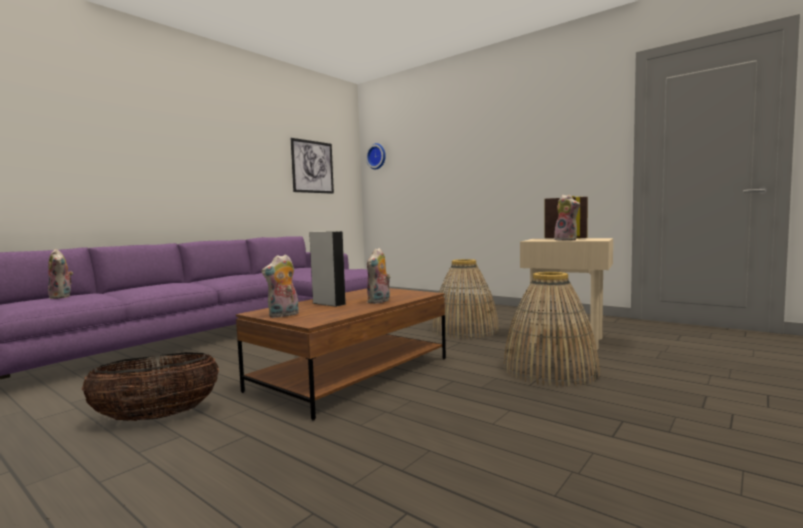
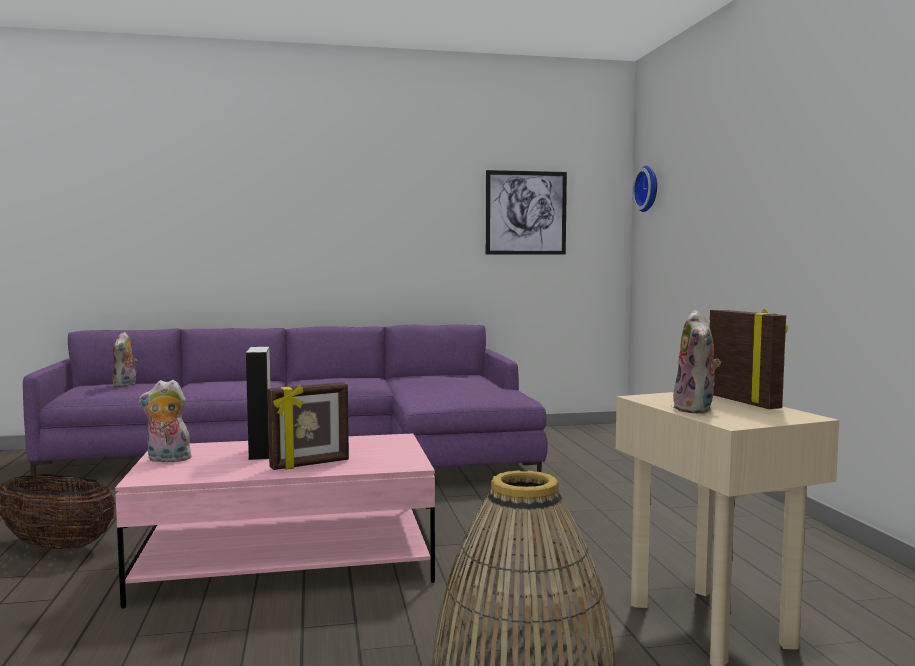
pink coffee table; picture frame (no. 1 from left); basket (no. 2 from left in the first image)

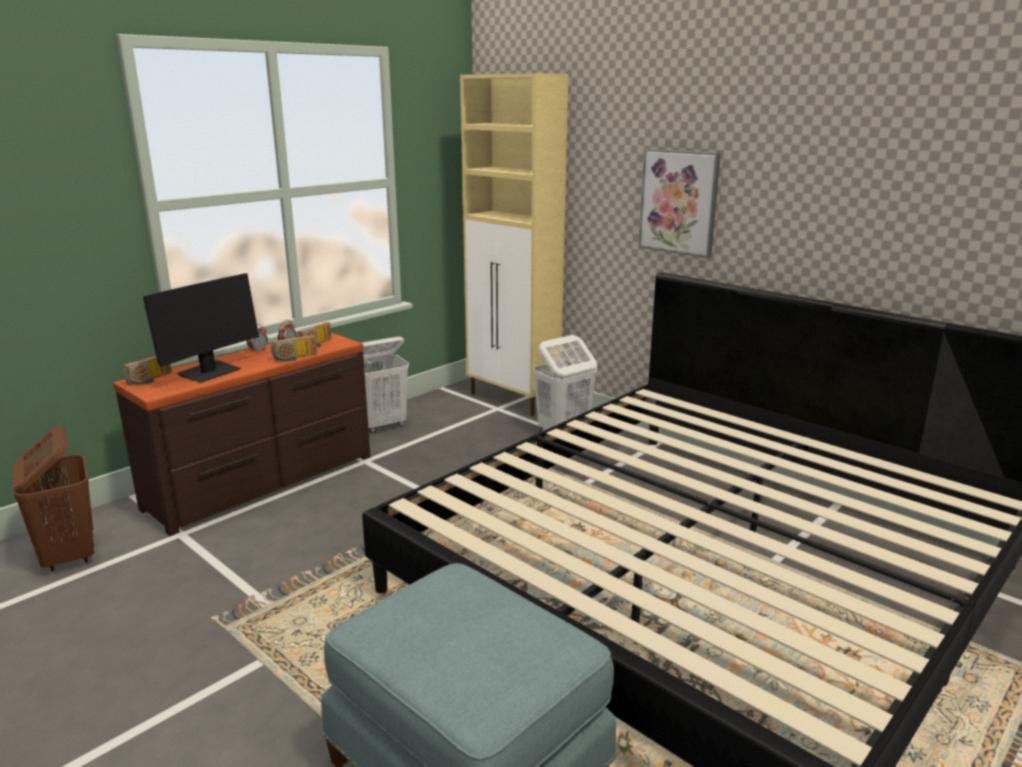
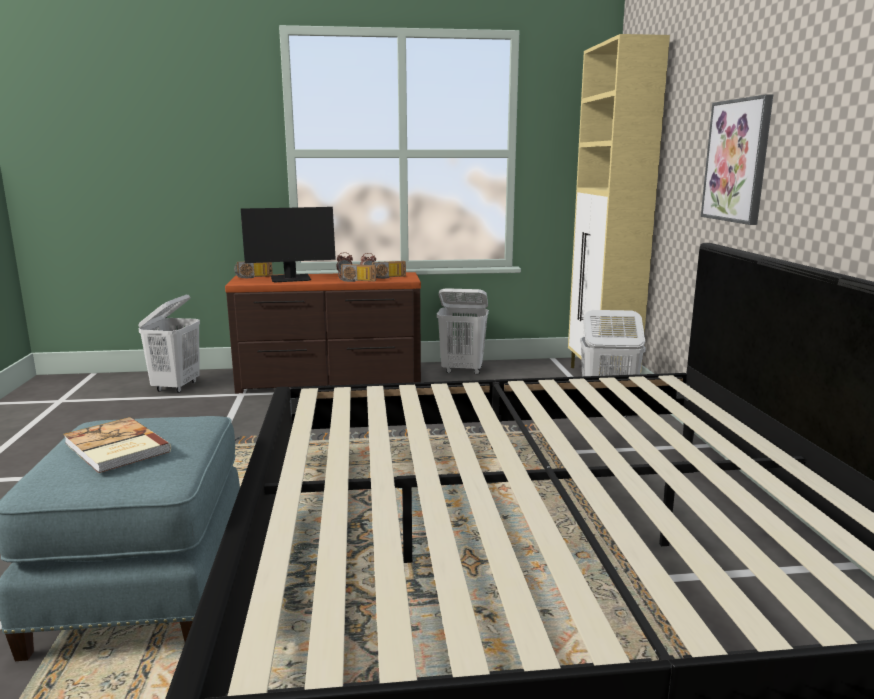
white laundry basket (no. 1 from left); book

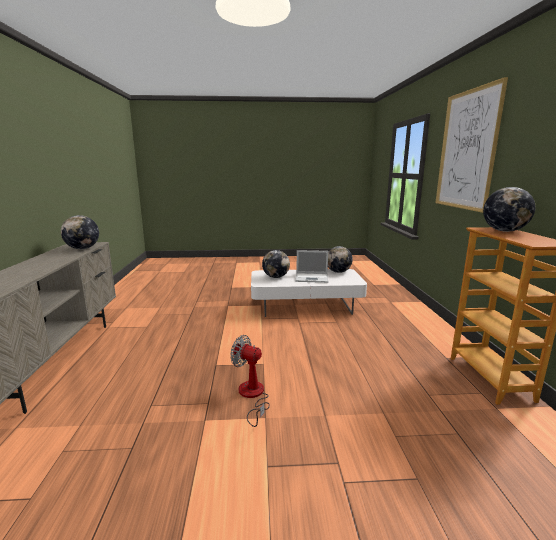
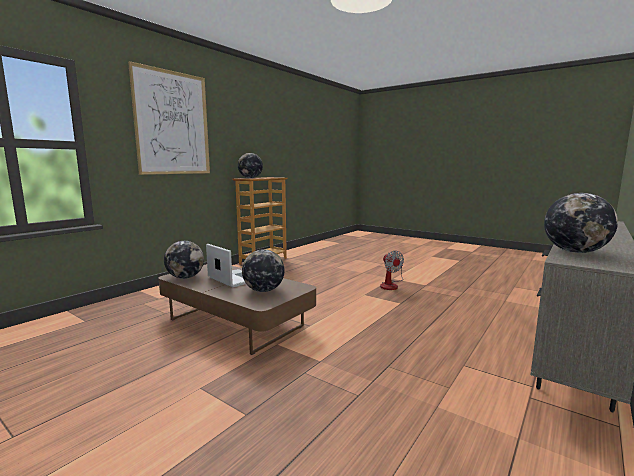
brown coffee table

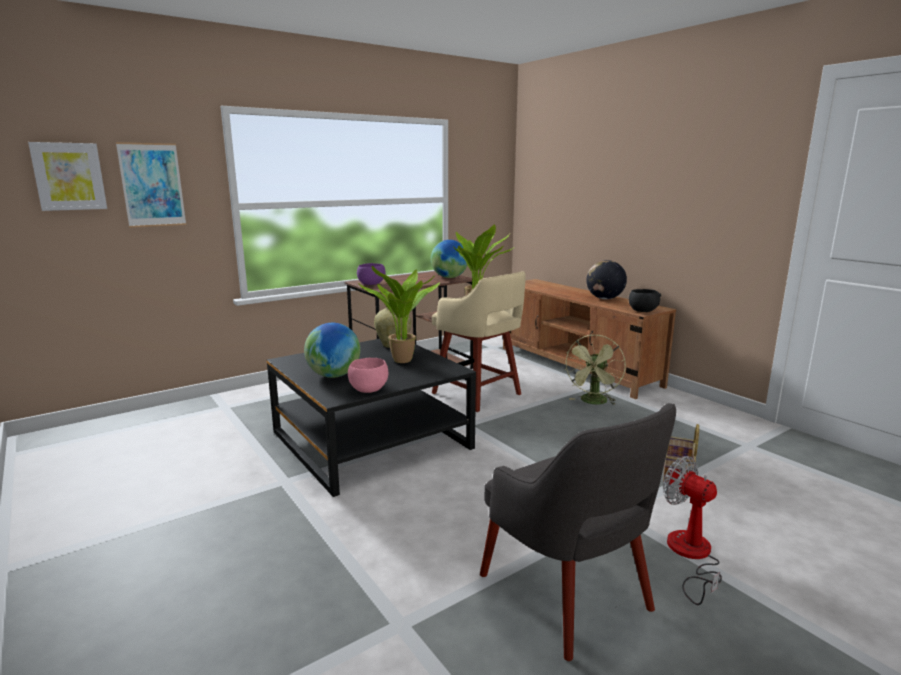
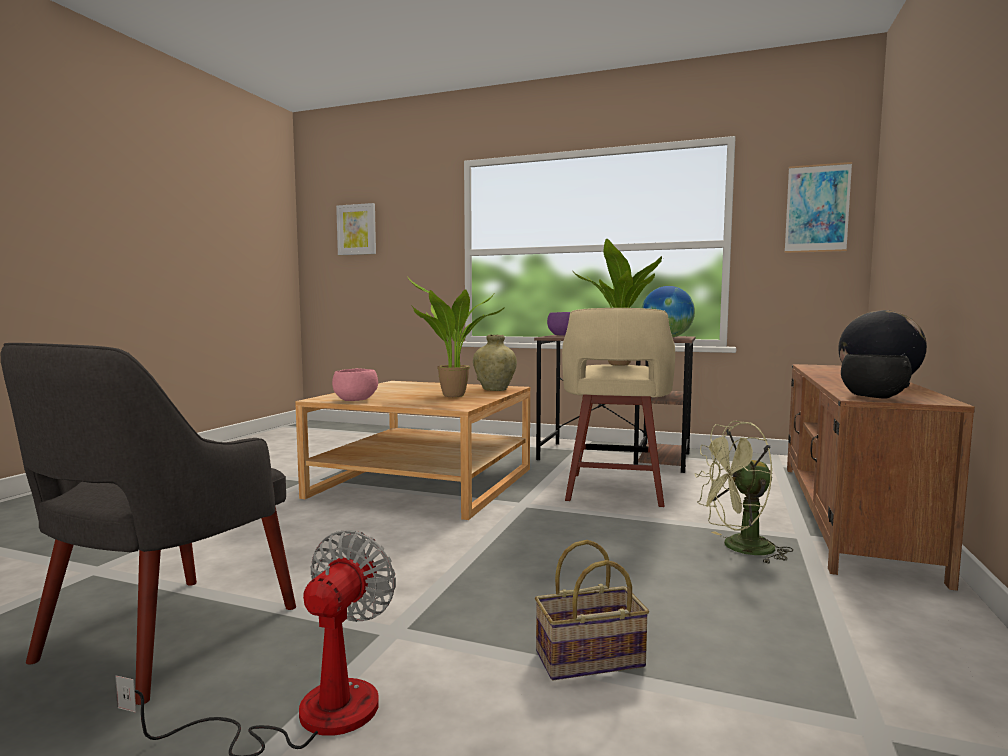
picture (no. 2 from left); beige coffee table; globe (no. 1 from left in the first image)

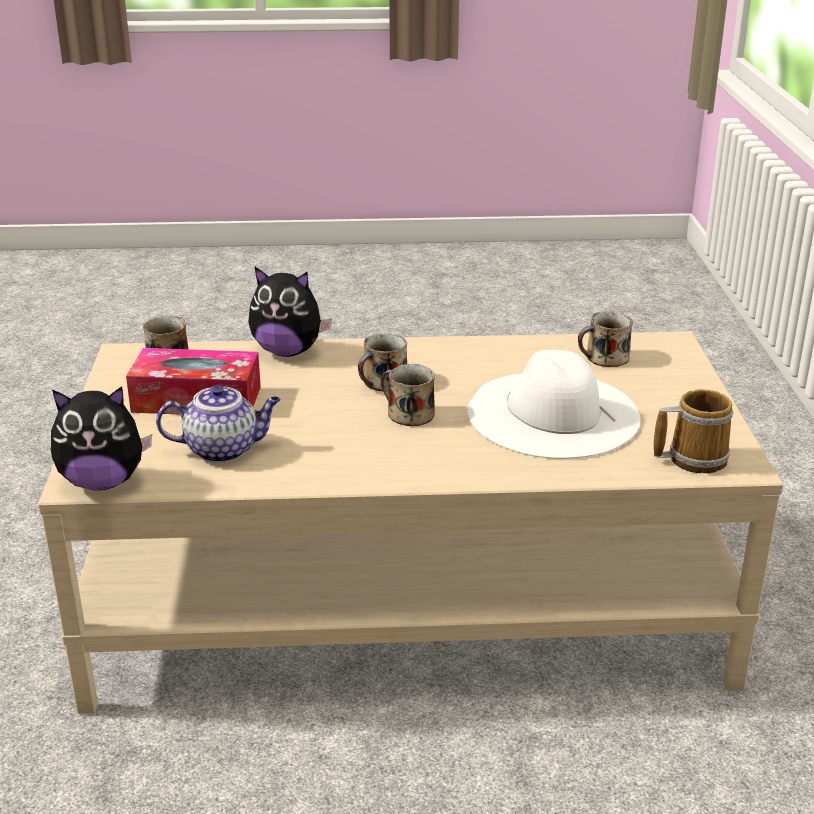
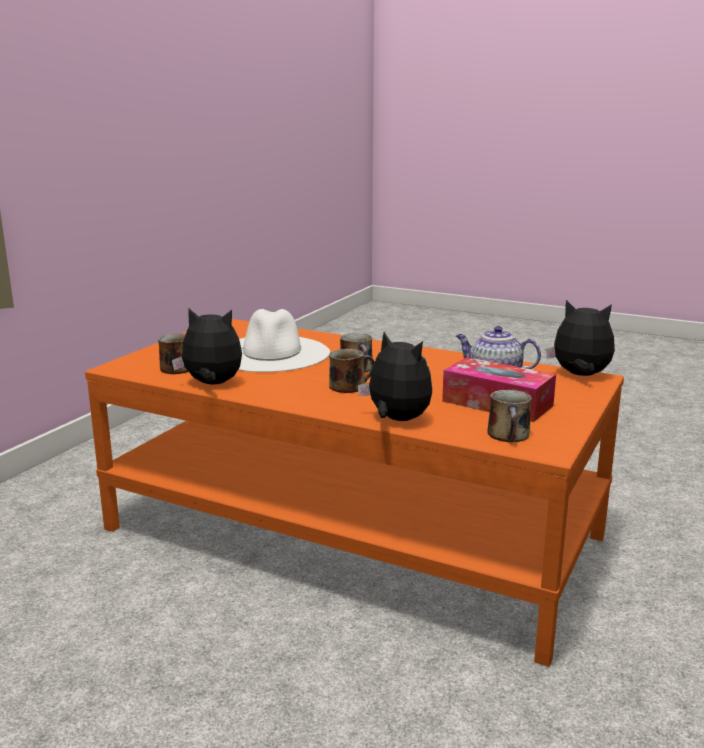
orange coffee table; mug (no. 5 from left in the first image); plush toy (no. 1 from left)

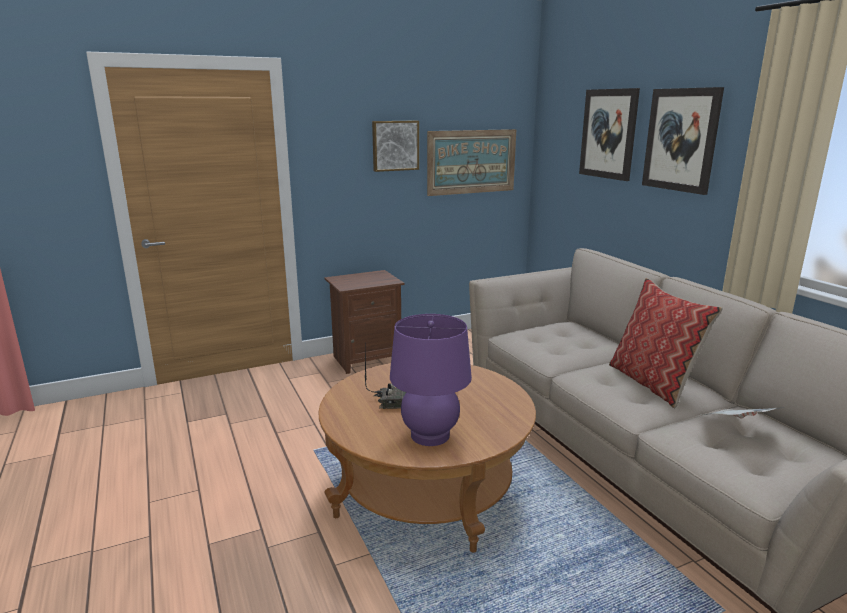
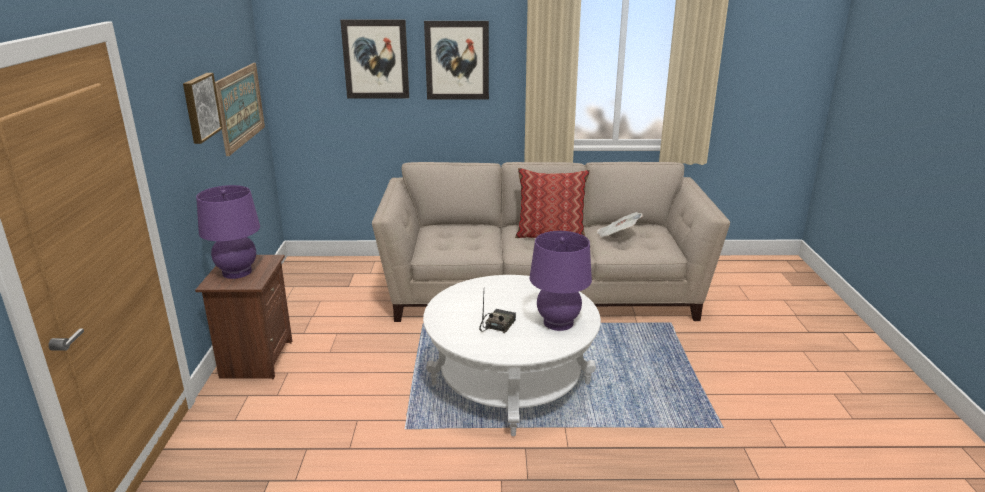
white coffee table; purple table lamp (no. 1 from left)

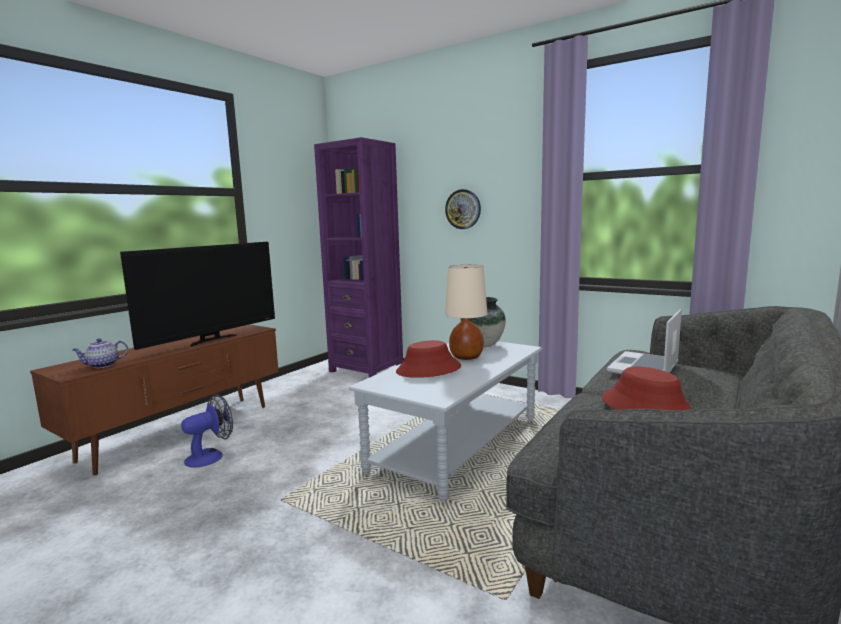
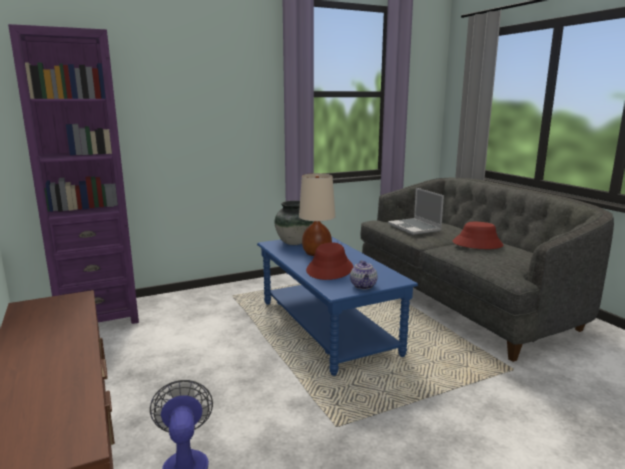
teapot; television; blue coffee table; wall clock

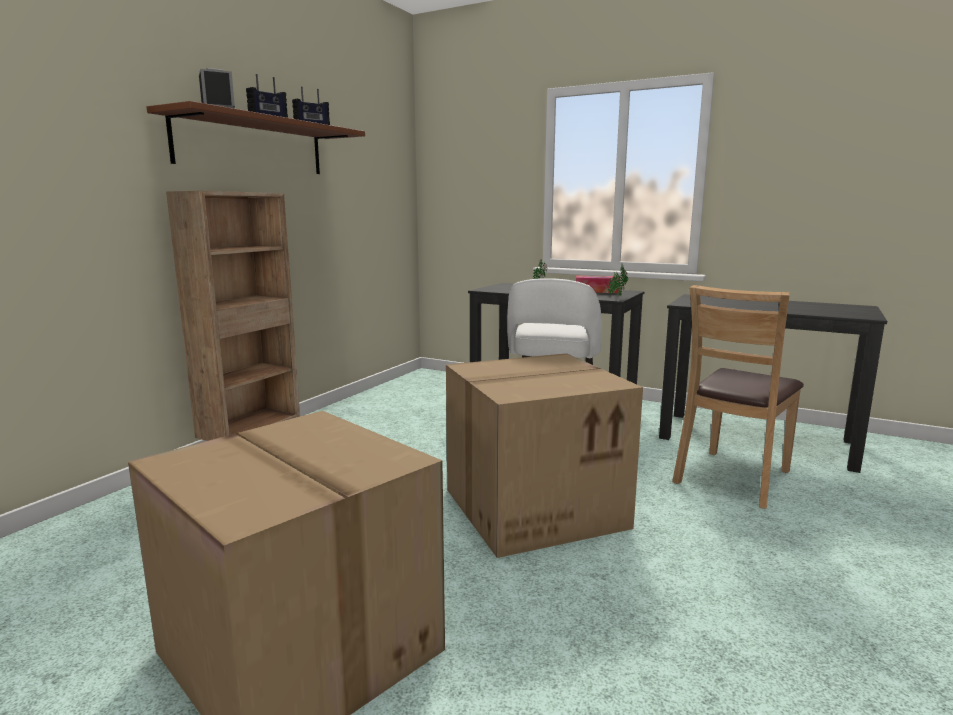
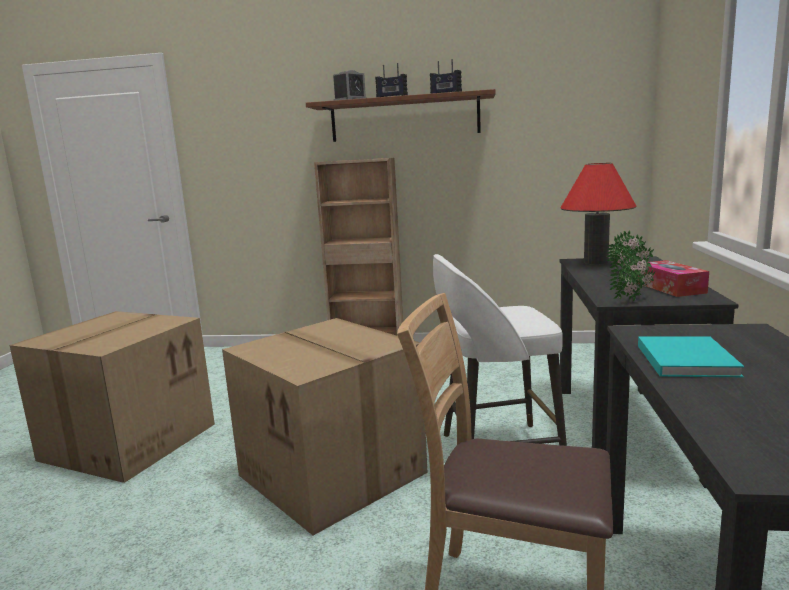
red table lamp; turquoise book

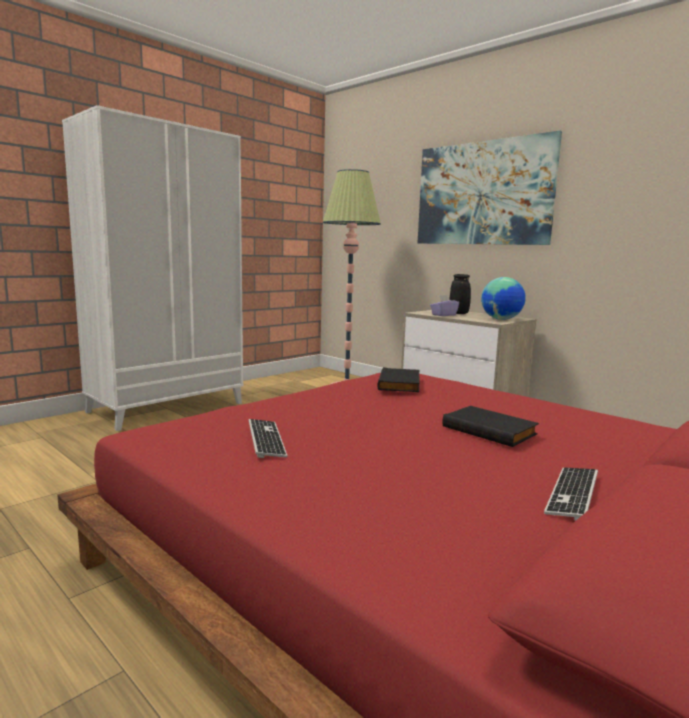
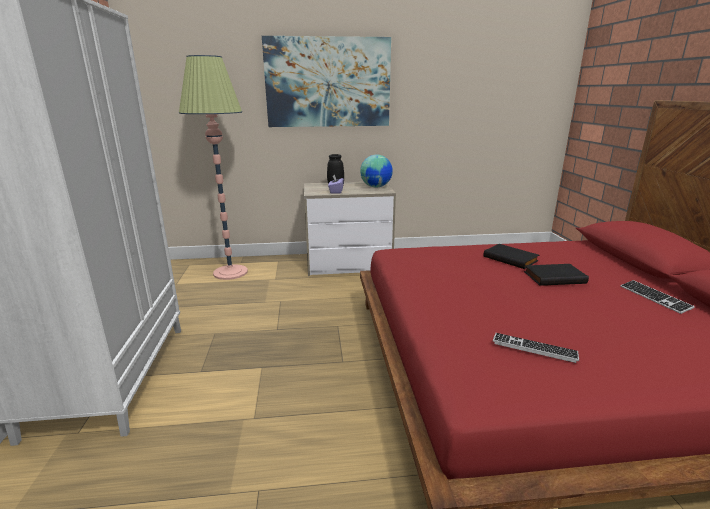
black book (no. 1 from left)

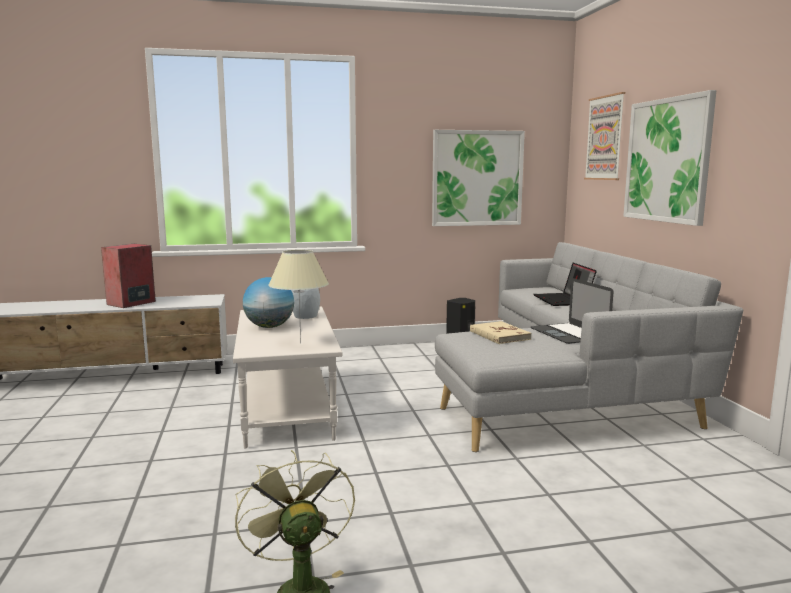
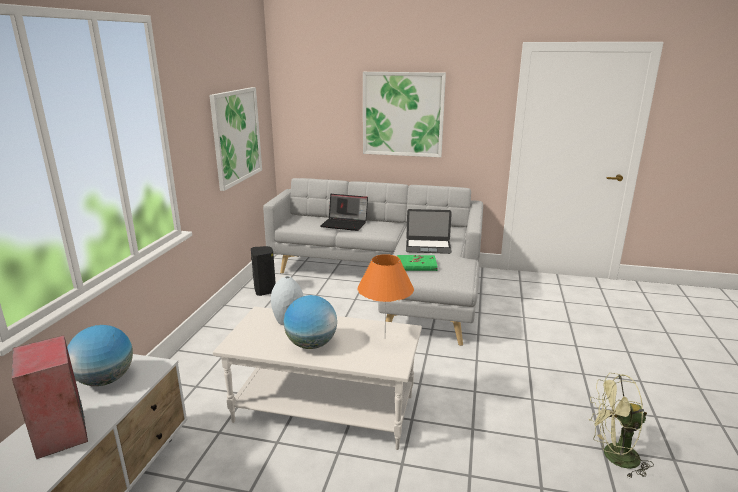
orange table lamp; green book; picture (no. 2 from left in the first image); globe (no. 1 from left)

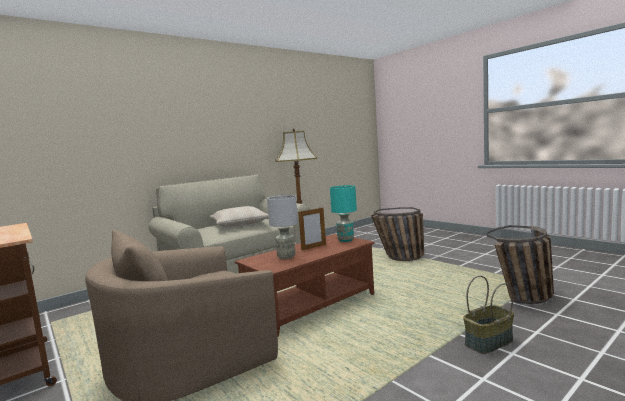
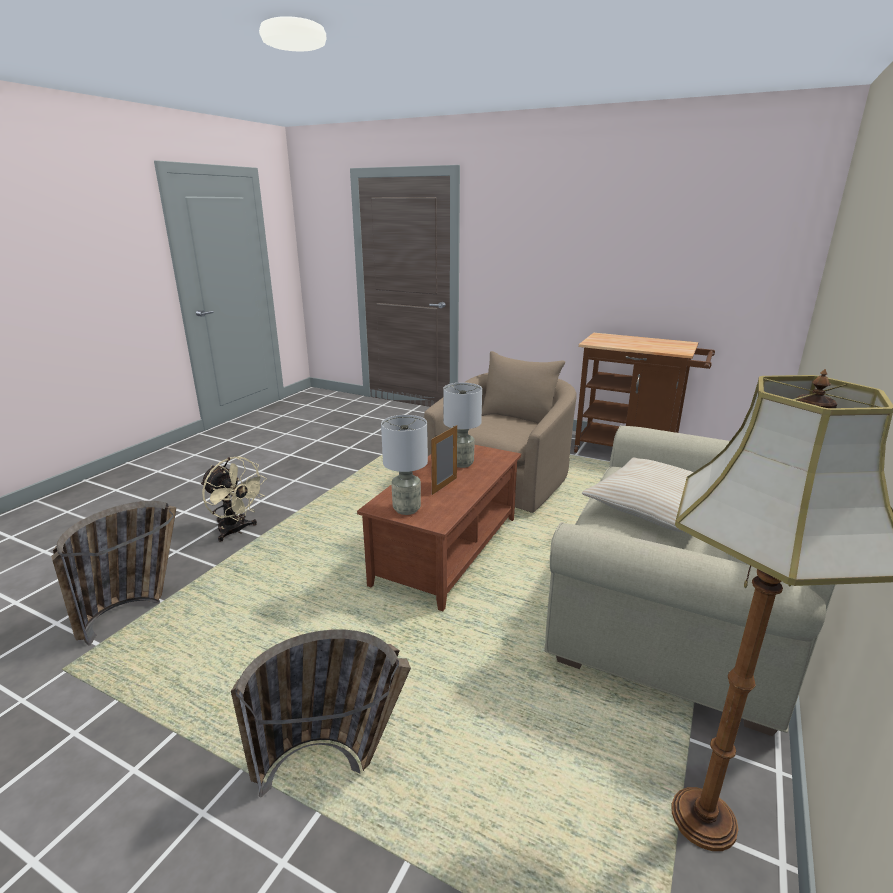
grey table lamp (no. 1 from left); beige fan

